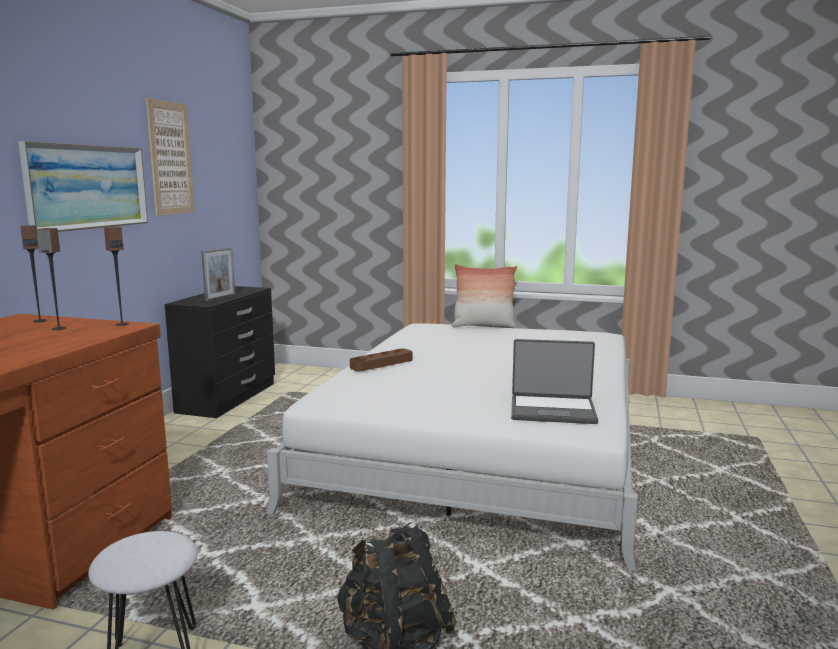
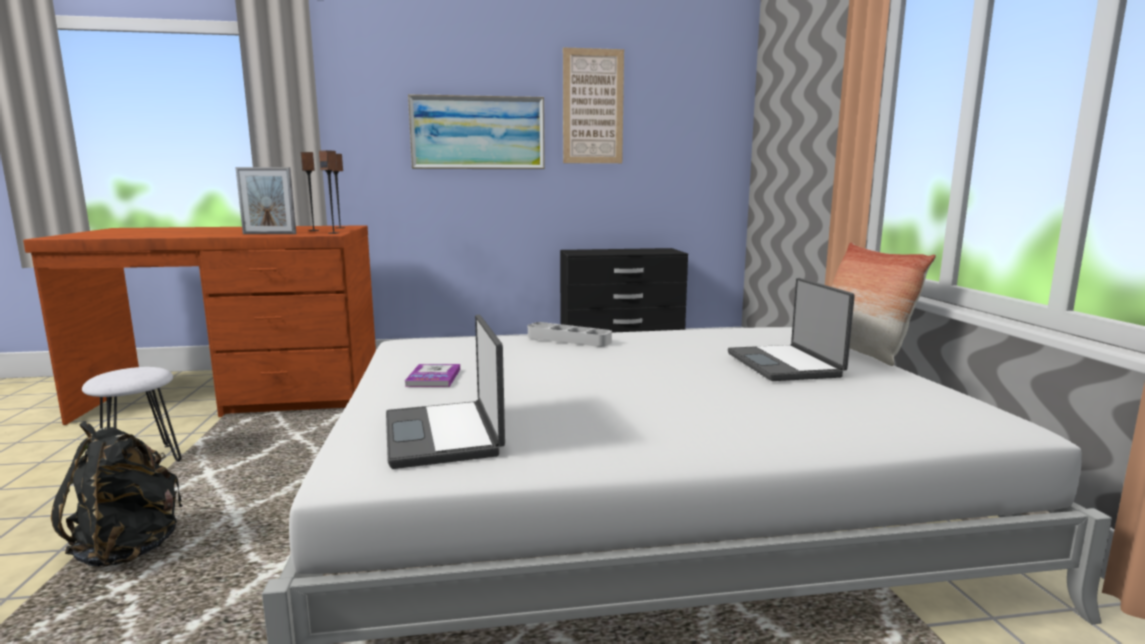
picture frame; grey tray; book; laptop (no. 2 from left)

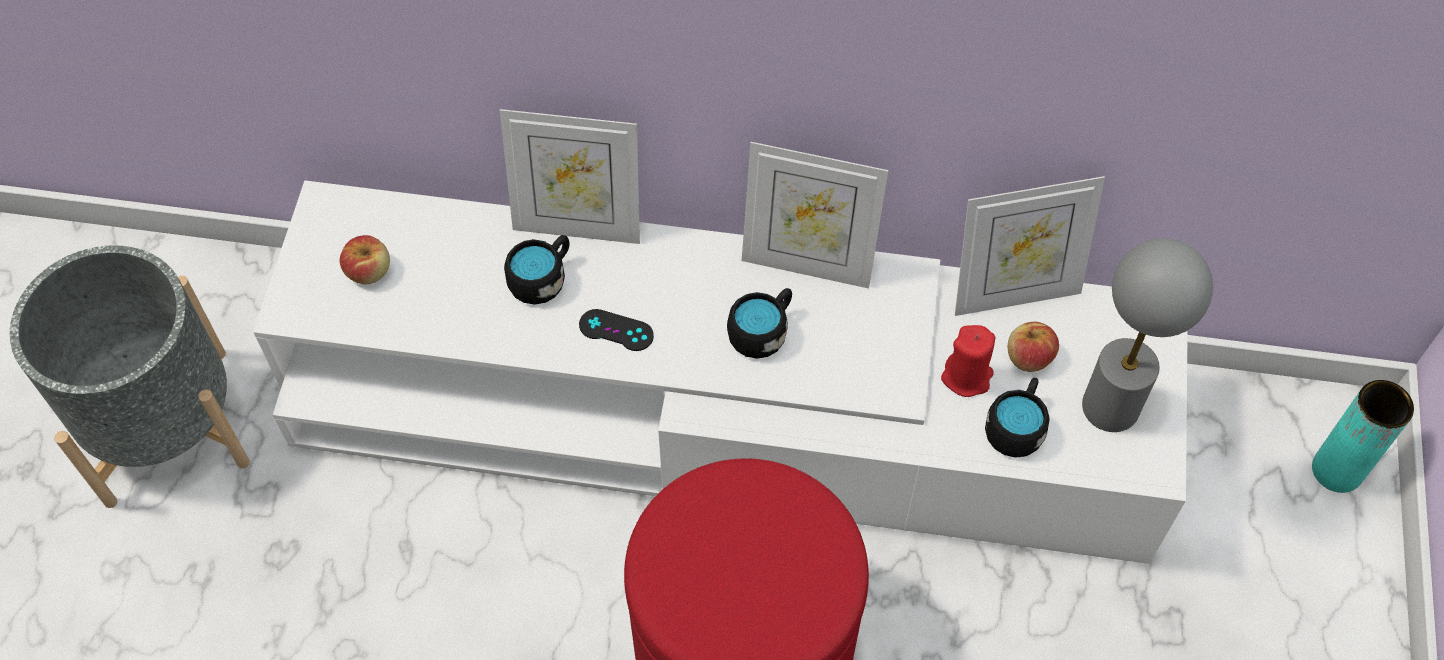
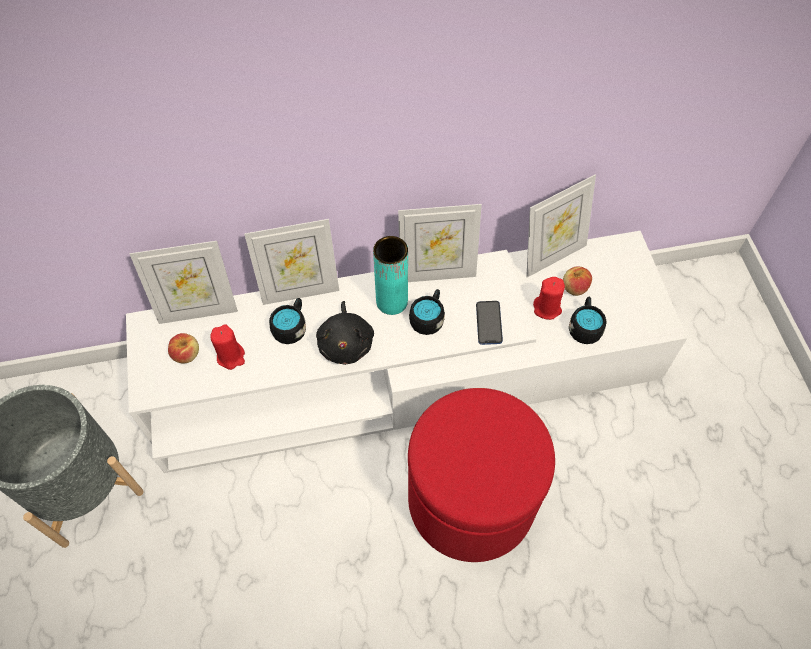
black plush toy; grey table lamp; turquoise vase; picture frame (no. 1 from left); red candle (no. 1 from left); phone

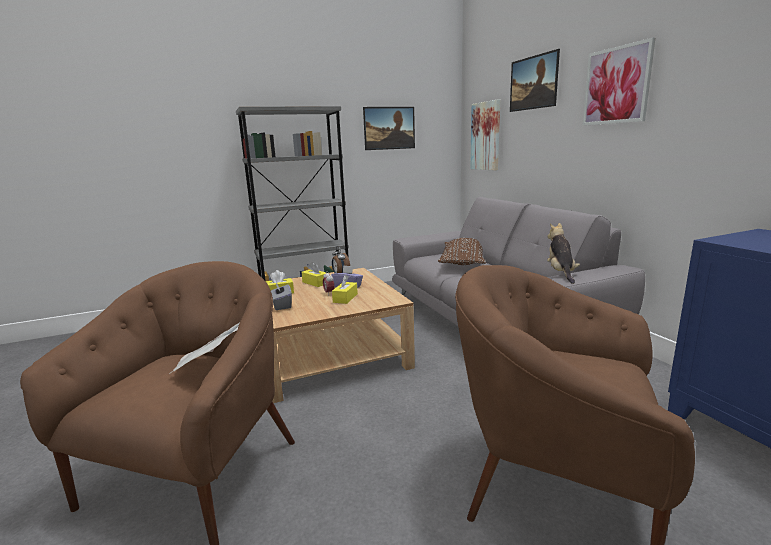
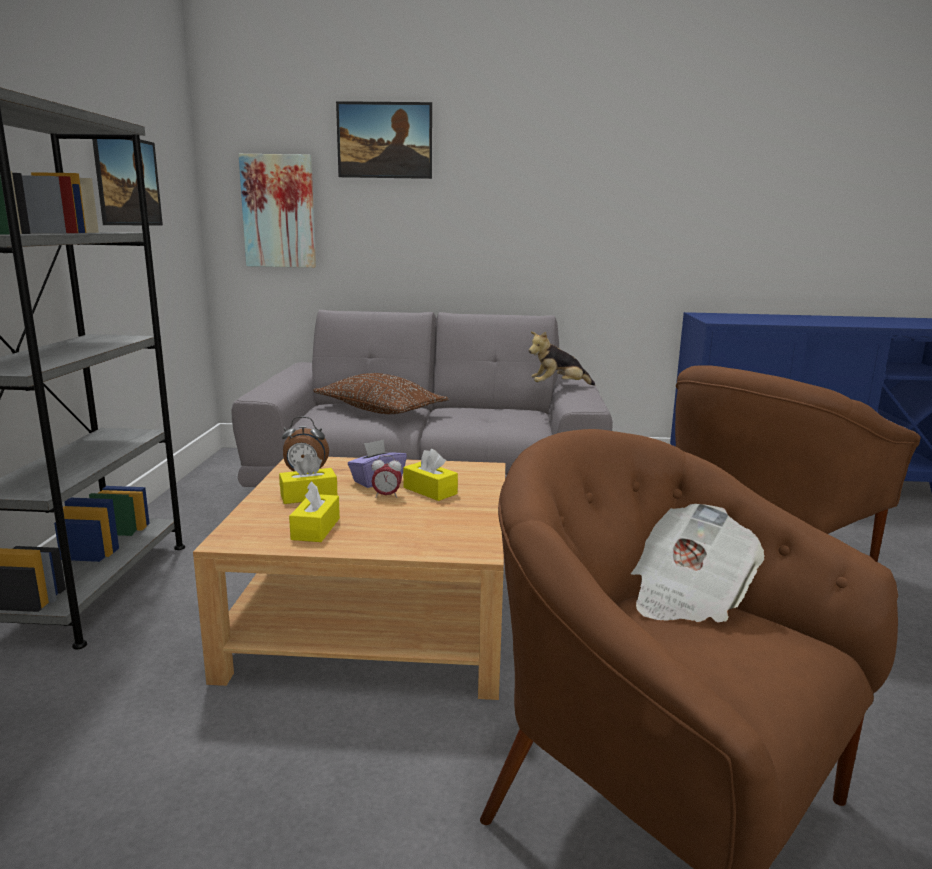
grey tissue box; plush toy; picture (no. 4 from left in the first image)

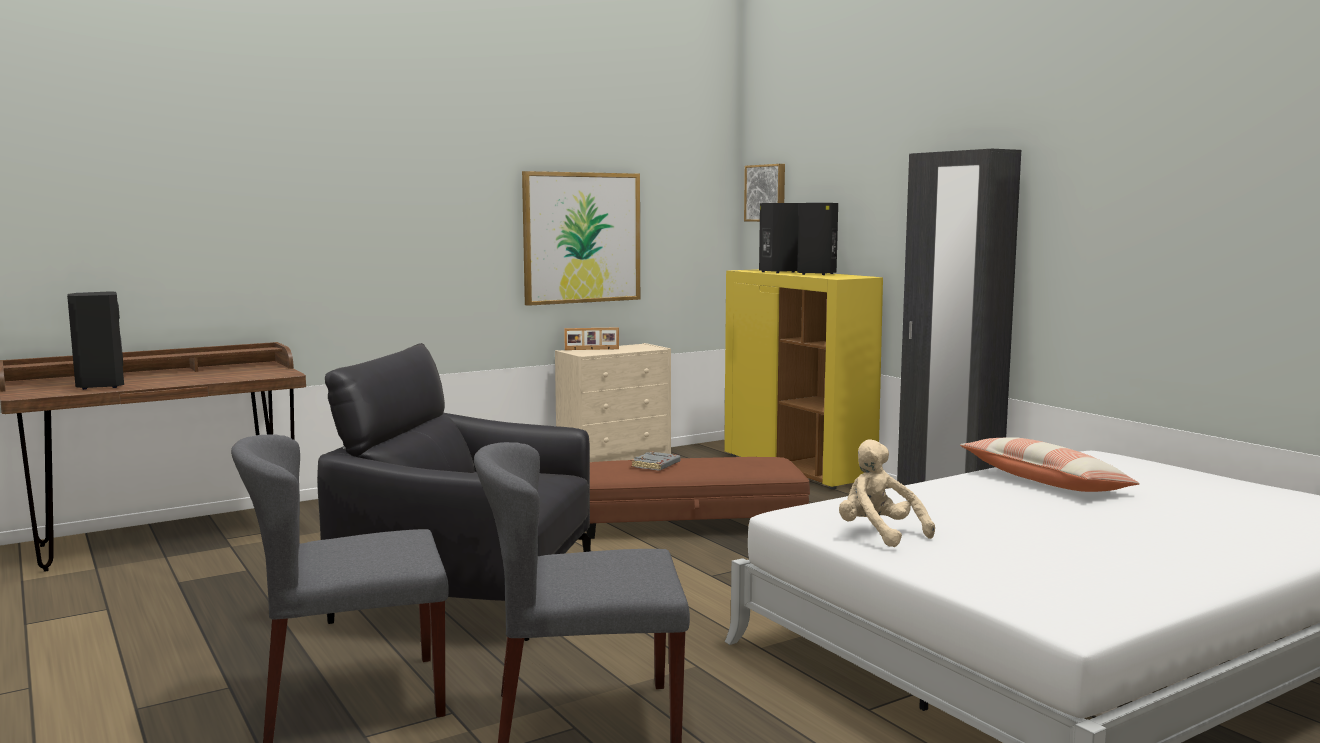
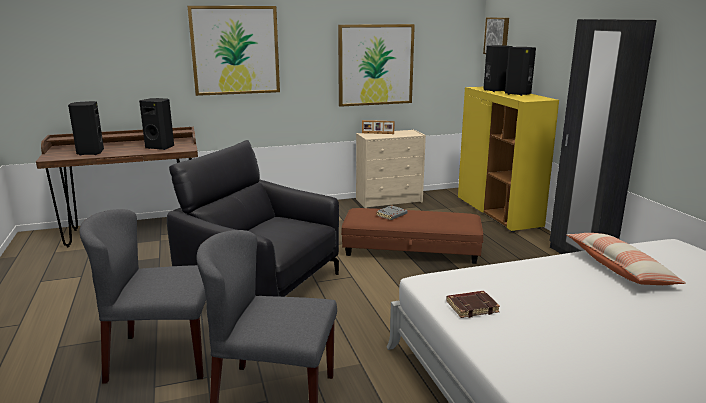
brown book; black speaker (no. 2 from left); picture (no. 1 from left)

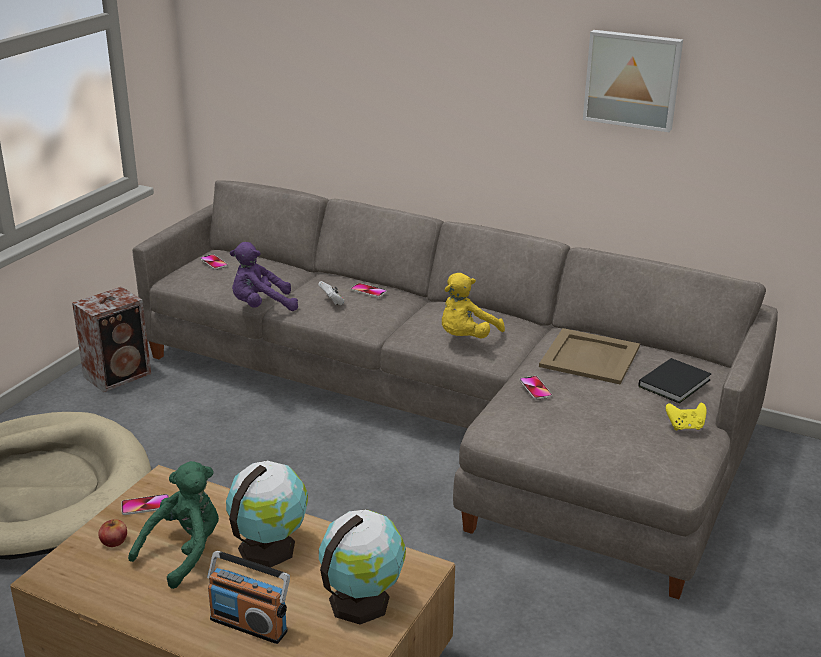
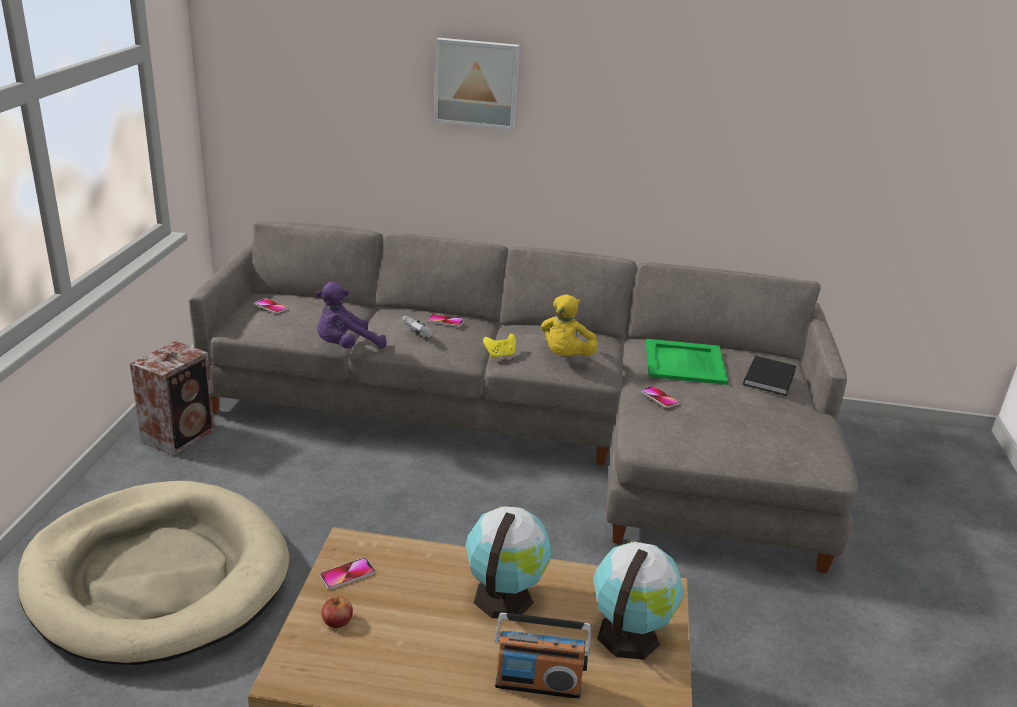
green plush toy; green tray; picture; yellow game controller

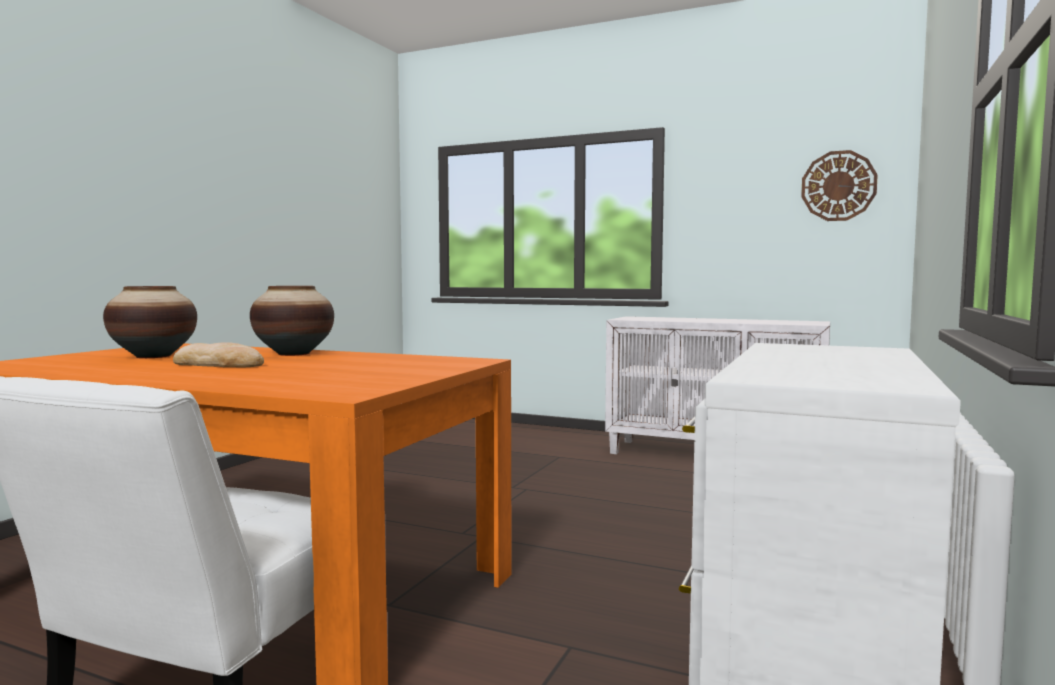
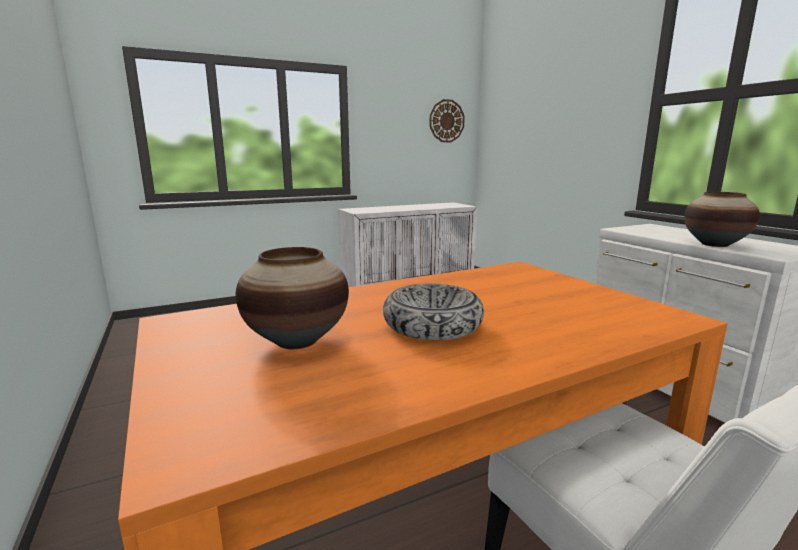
bowl; vase (no. 2 from left)

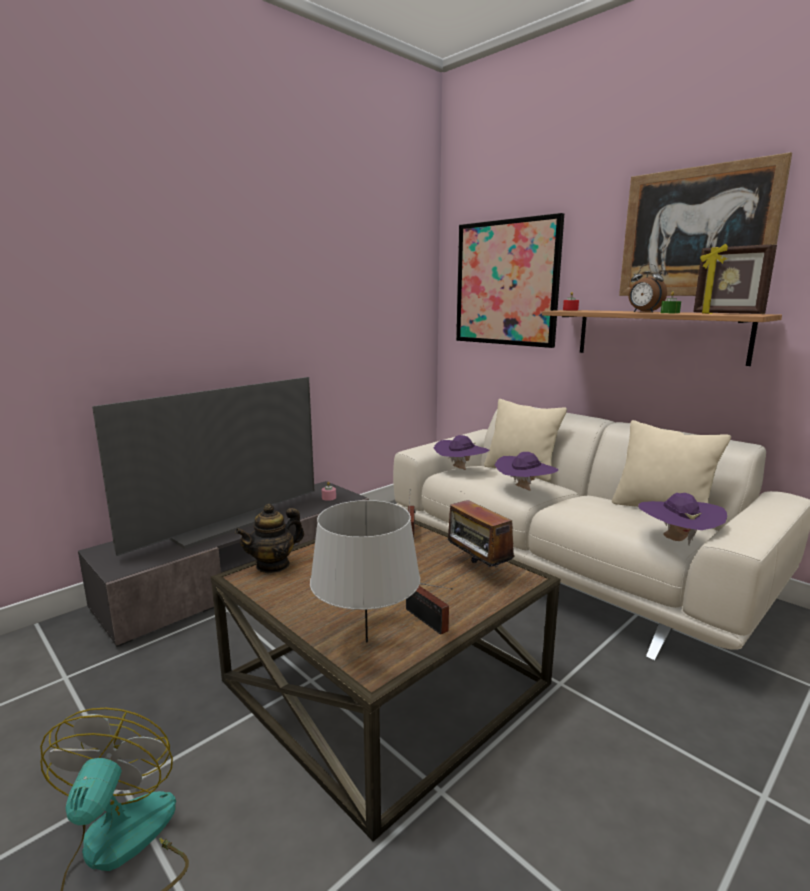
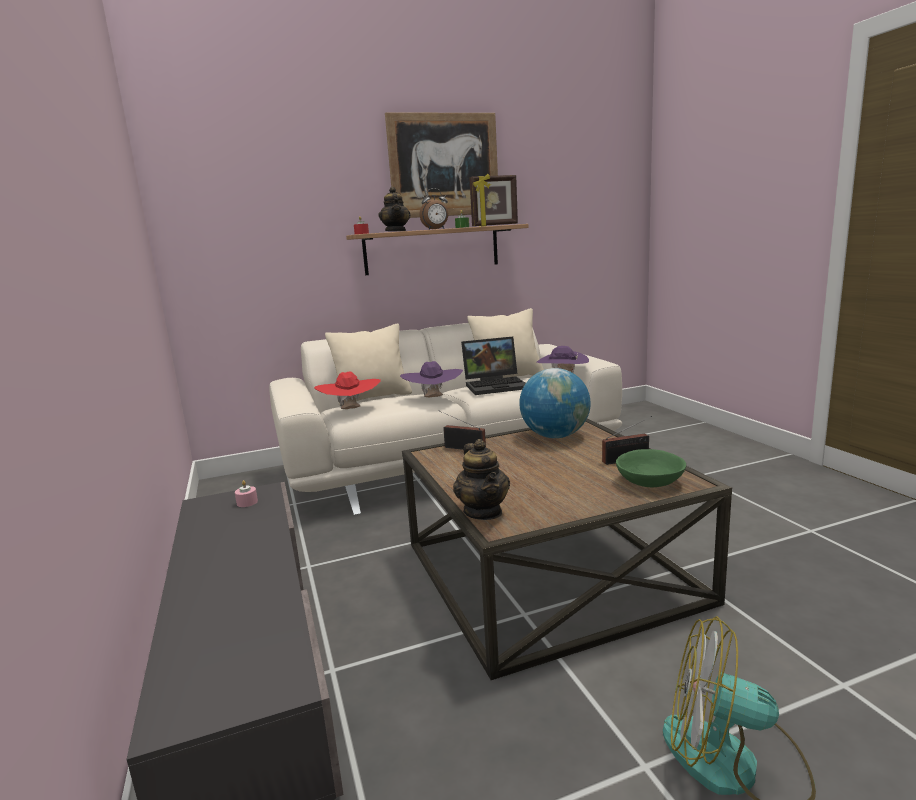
television; green bowl; red hat; globe; picture (no. 1 from left in the first image); teapot (no. 1 from left); laptop

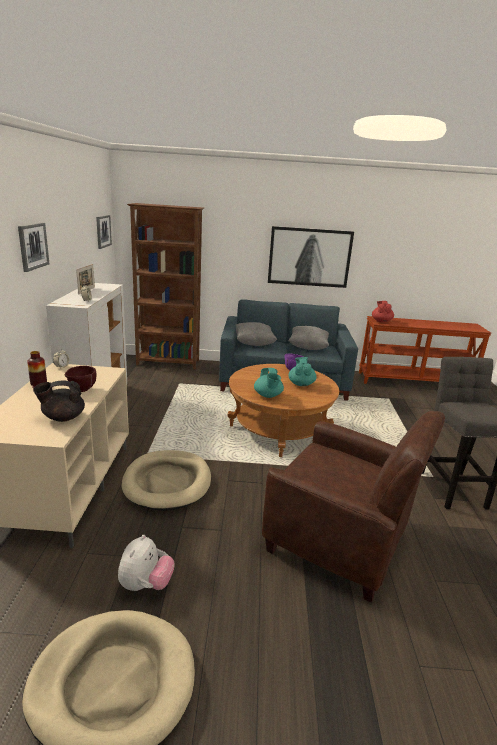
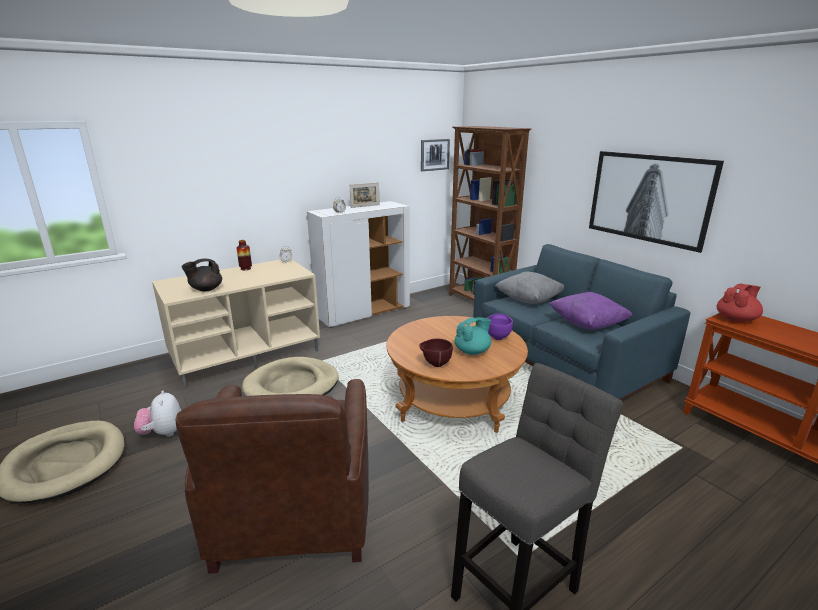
picture (no. 1 from left in the first image); black teapot; brown bowl; plush toy; turquoise teapot (no. 1 from left in the first image); purple pillow

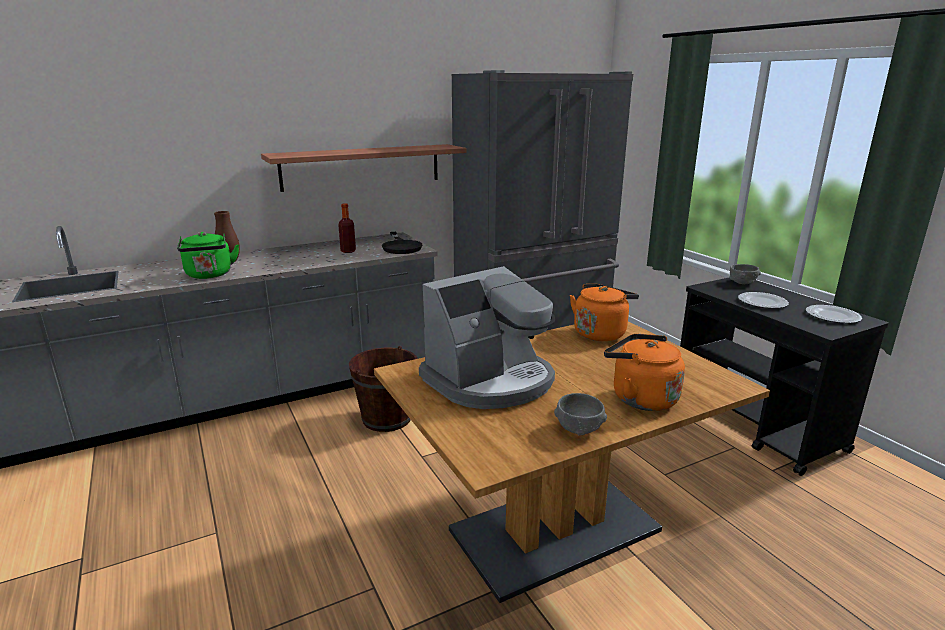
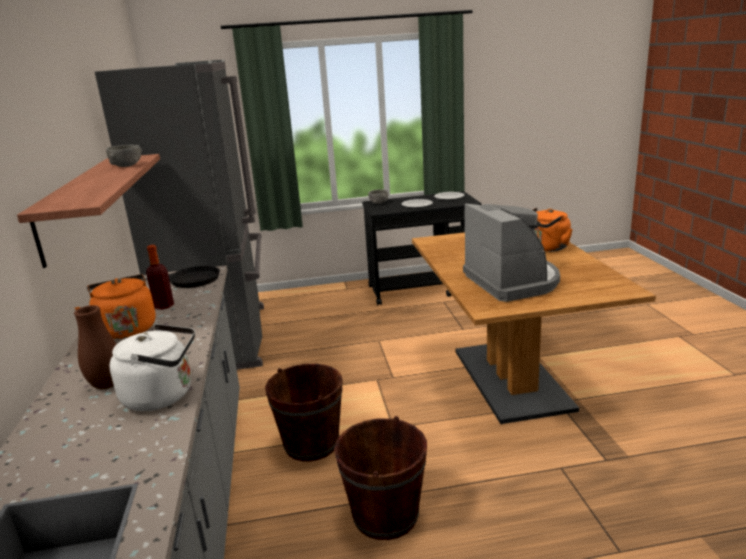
white kettle; grey bowl (no. 1 from left); orange kettle (no. 1 from left); brown bucket (no. 2 from left)

